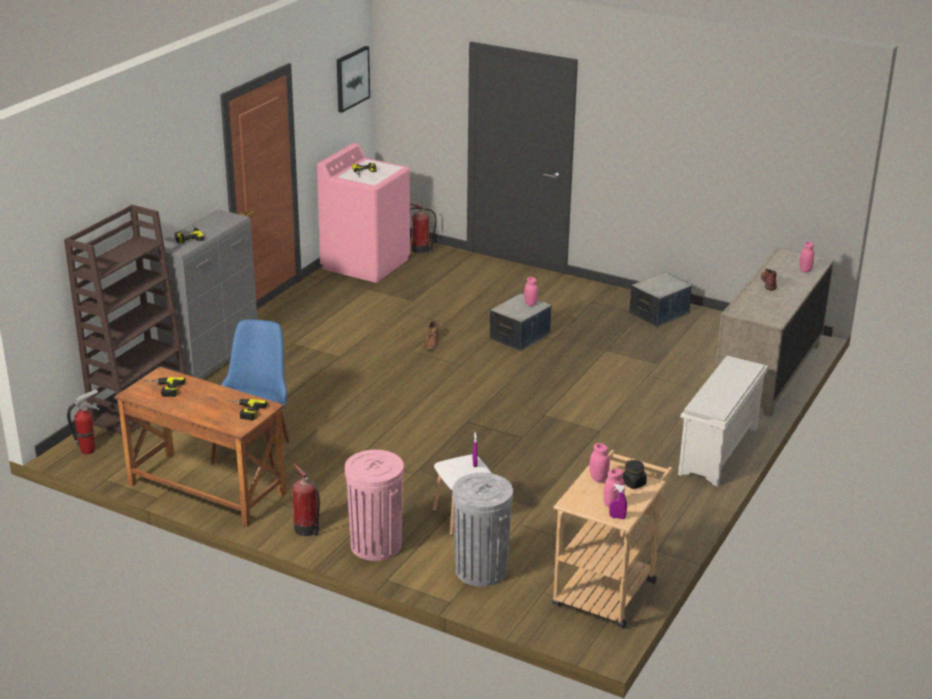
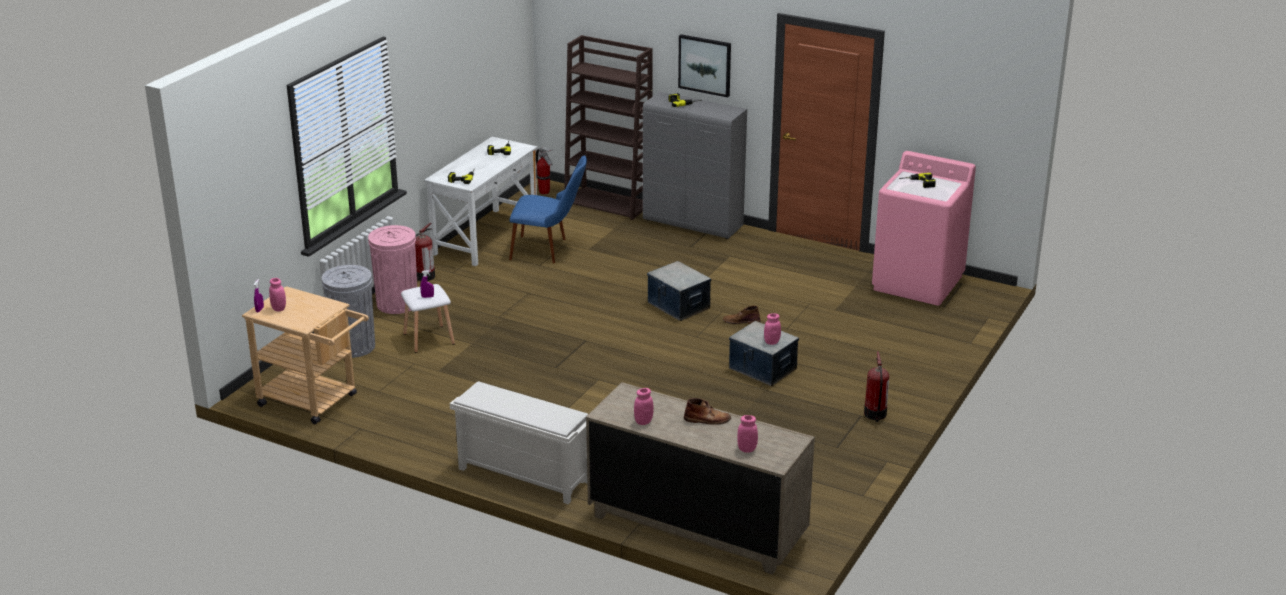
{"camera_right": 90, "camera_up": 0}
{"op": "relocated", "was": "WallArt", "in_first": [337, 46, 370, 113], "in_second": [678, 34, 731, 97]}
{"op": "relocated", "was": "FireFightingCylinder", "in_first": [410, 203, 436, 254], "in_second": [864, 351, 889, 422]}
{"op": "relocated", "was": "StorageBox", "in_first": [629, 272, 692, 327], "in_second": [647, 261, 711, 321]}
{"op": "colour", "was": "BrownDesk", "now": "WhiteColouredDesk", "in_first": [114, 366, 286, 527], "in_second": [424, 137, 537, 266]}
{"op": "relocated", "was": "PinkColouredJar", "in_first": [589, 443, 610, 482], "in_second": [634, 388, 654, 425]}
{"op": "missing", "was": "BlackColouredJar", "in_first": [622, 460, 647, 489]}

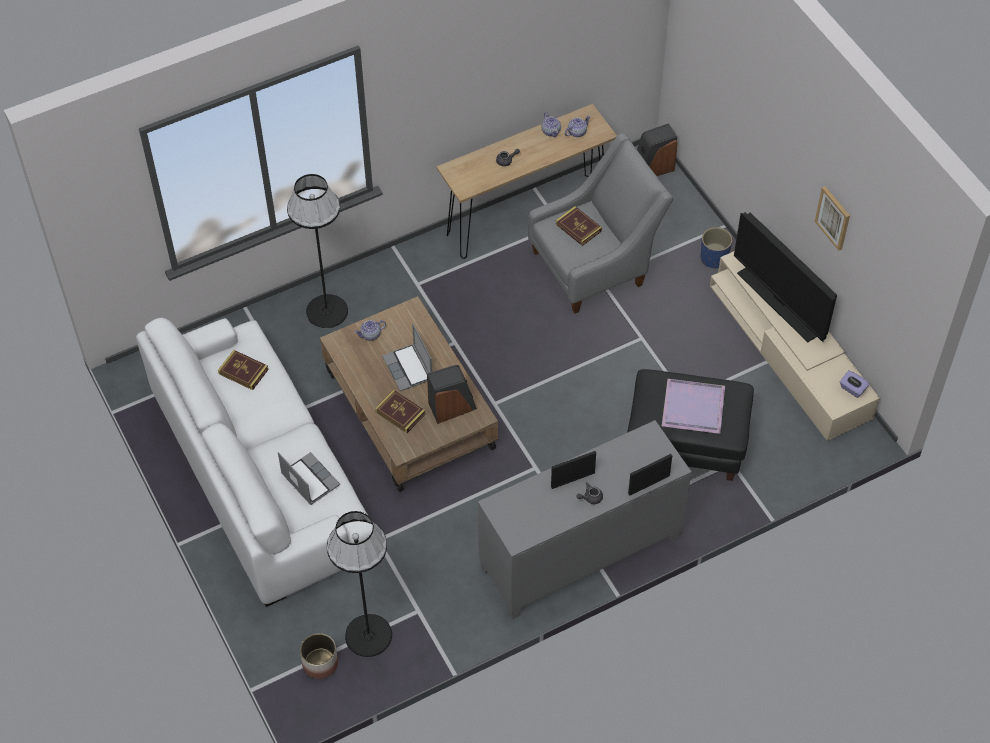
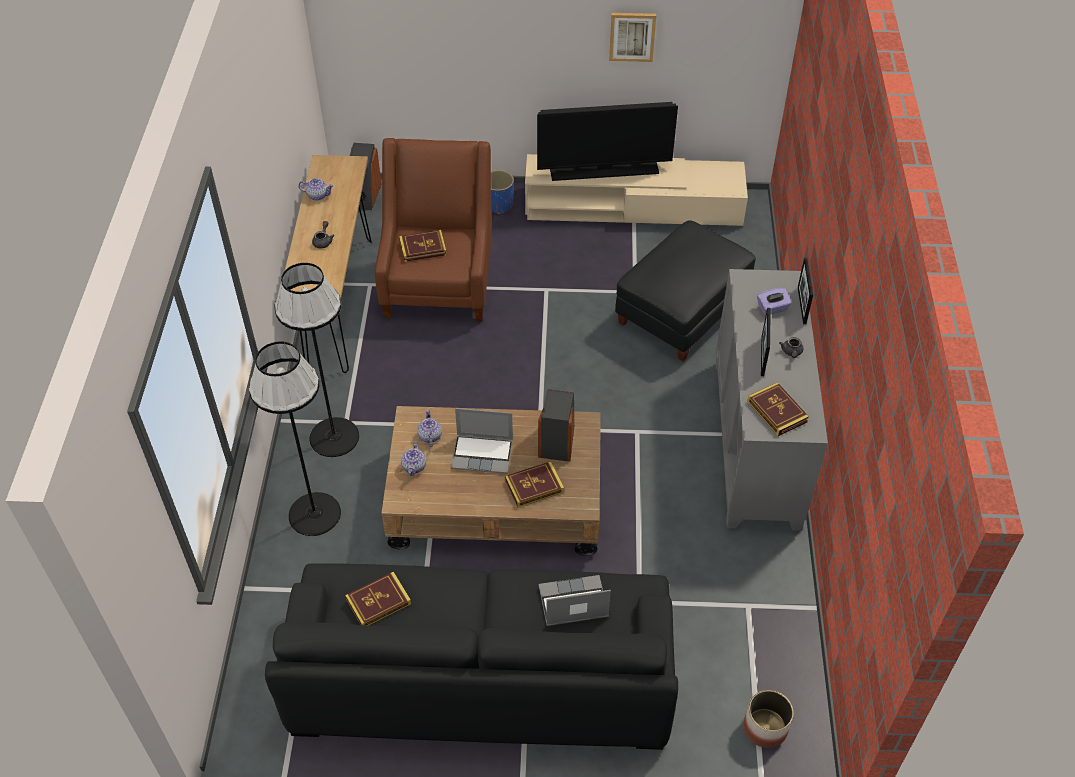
{"camera_right": -60, "camera_up": -5}
{"op": "relocated", "was": "TeaPot", "in_first": [565, 115, 591, 137], "in_second": [417, 410, 442, 447]}
{"op": "colour", "was": "GreyishEasyChair", "now": "BrownEasyChair", "in_first": [528, 133, 673, 314], "in_second": [374, 138, 492, 322]}
{"op": "colour", "was": "WhiteColouredCouch", "now": "BlackColouredCouch", "in_first": [136, 318, 373, 607], "in_second": [265, 563, 678, 750]}
{"op": "relocated", "was": "PurplishTissueHolder", "in_first": [840, 370, 869, 398], "in_second": [757, 288, 792, 316]}
{"op": "missing", "was": "PurplishTray", "in_first": [662, 379, 725, 434]}
{"op": "relocated", "was": "BlackColouredStandingLamp", "in_first": [327, 511, 392, 657], "in_second": [274, 263, 359, 457]}
{"op": "appeared", "now": "Volume", "in_second": [747, 382, 809, 436]}

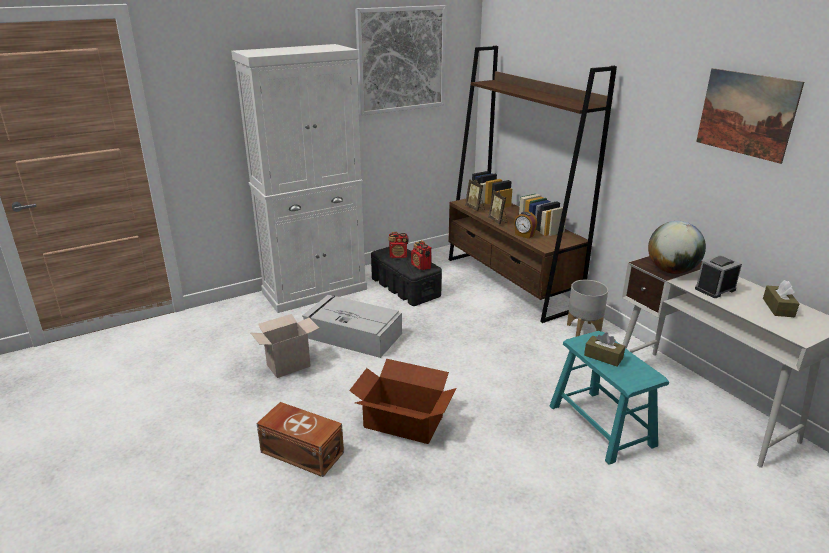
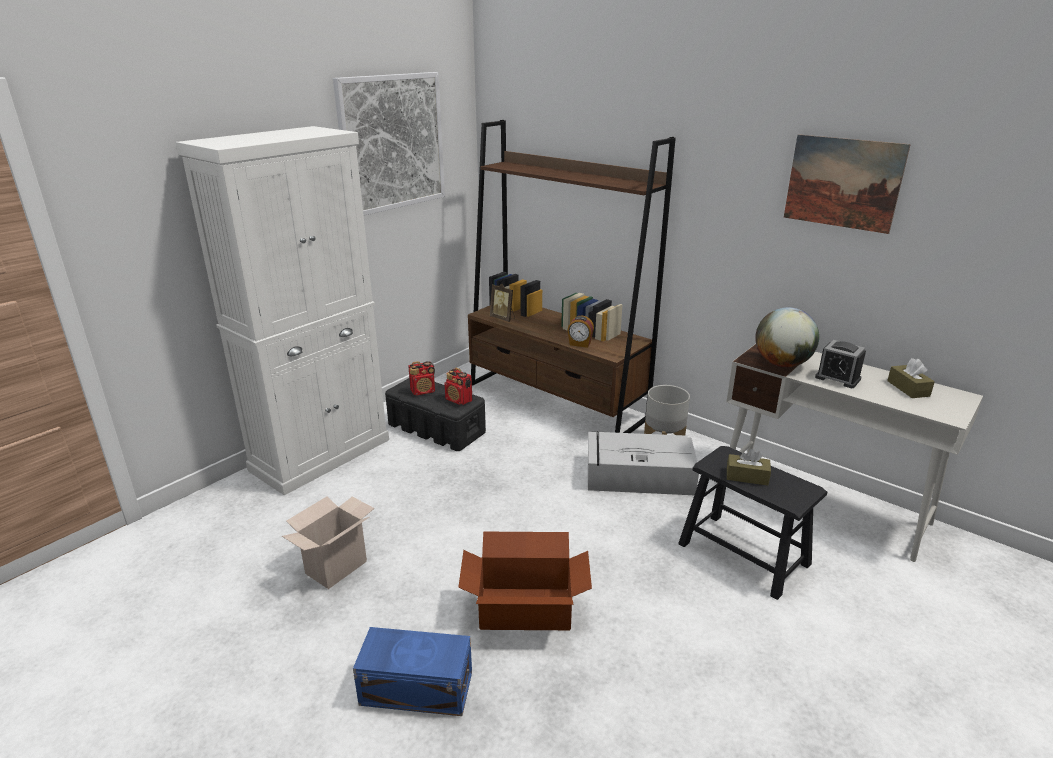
{"camera_right": -20, "camera_up": 0}
{"op": "missing", "was": "StandingFrame", "in_first": [488, 191, 508, 225]}
{"op": "spun", "was": "BedsideClock", "in_first": [695, 255, 742, 298], "in_second": [815, 340, 866, 388], "clockwise": -90}
{"op": "relocated", "was": "GreyishStorageBox", "in_first": [303, 295, 402, 358], "in_second": [588, 431, 699, 495]}
{"op": "colour", "was": "BlueGreenSittingStool", "now": "BlackColouredSittingStool", "in_first": [550, 331, 669, 465], "in_second": [678, 446, 827, 600]}
{"op": "colour", "was": "BrownStorageBox", "now": "BlueColouredStorageBox", "in_first": [257, 402, 344, 477], "in_second": [353, 627, 472, 716]}

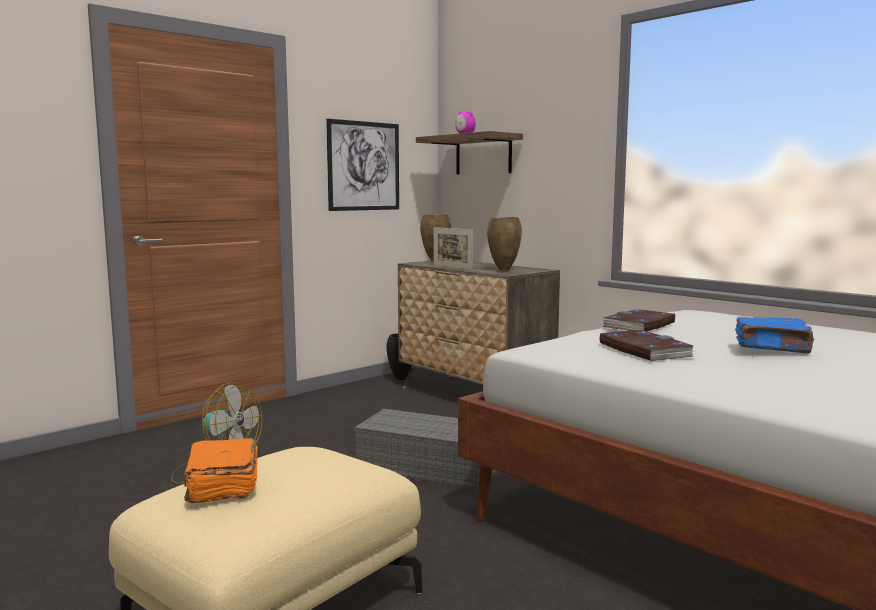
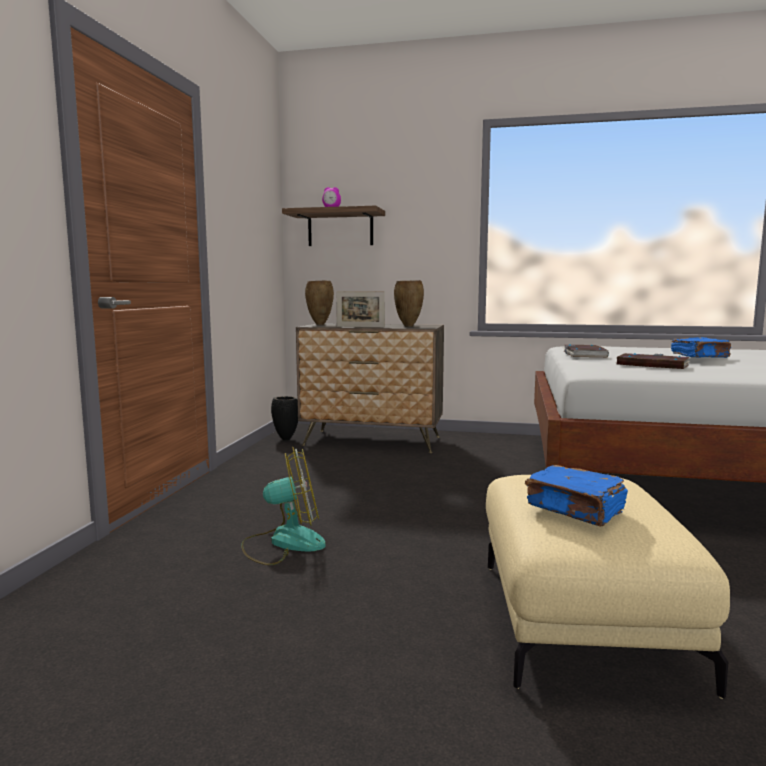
{"camera_right": -35, "camera_up": 0}
{"op": "missing", "was": "WallArt", "in_first": [326, 119, 399, 211]}
{"op": "missing", "was": "GreyishStorageBox", "in_first": [354, 409, 496, 490]}
{"op": "colour", "was": "OrangeVolume", "now": "BlueColouredVolume", "in_first": [184, 438, 258, 503], "in_second": [525, 465, 628, 526]}

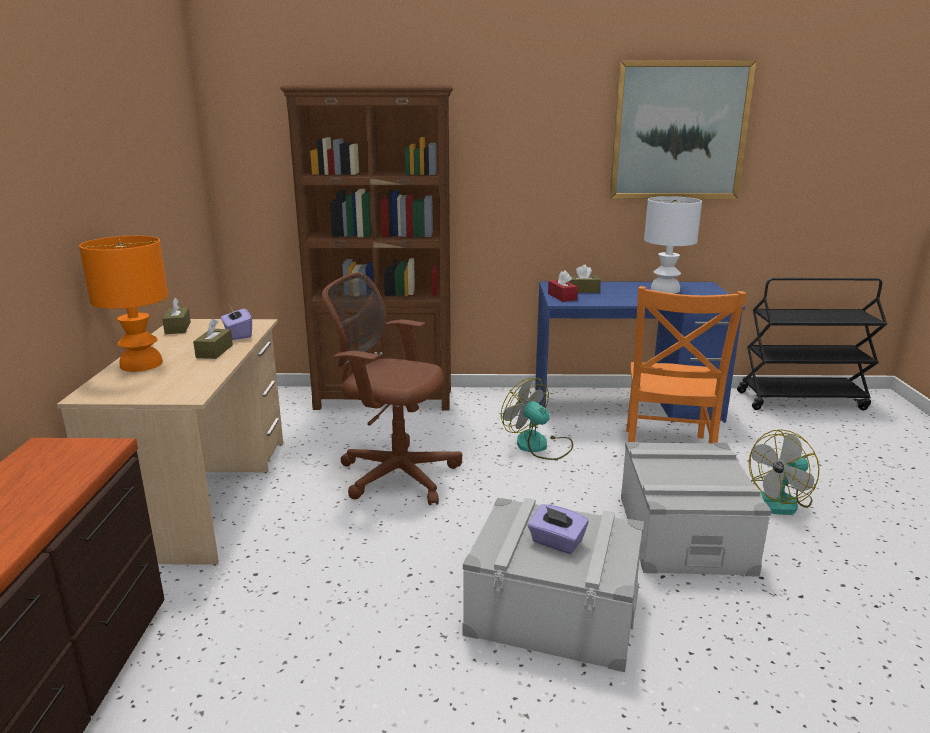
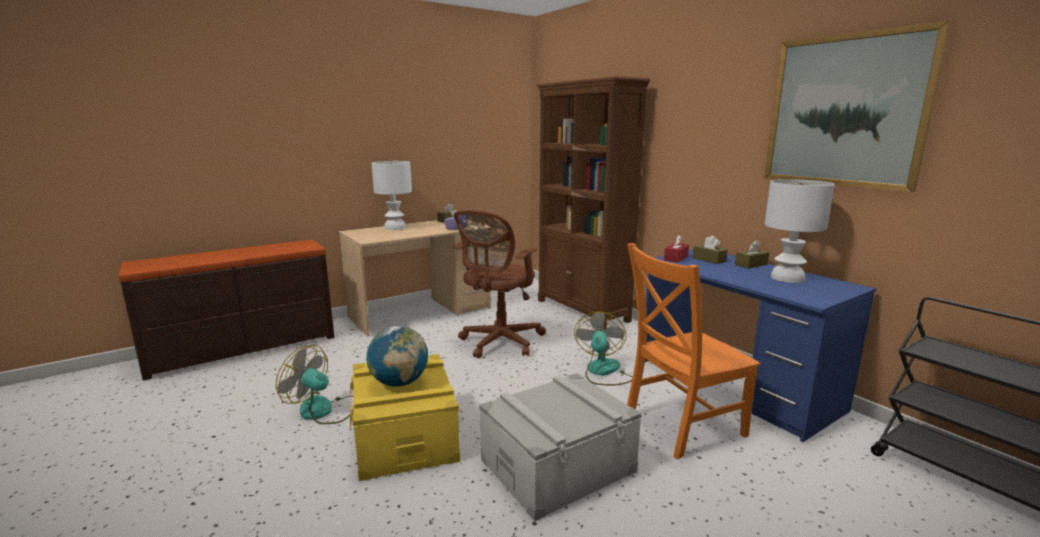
{"camera_right": 55, "camera_up": -5}
{"op": "colour", "was": "OrangeTabletopLamp", "now": "WhiteColouredTabletopLamp", "in_first": [79, 236, 168, 372], "in_second": [371, 161, 412, 230]}
{"op": "spun", "was": "BrownDeskChair", "in_first": [322, 272, 462, 505], "in_second": [453, 210, 546, 358], "clockwise": -135}
{"op": "relocated", "was": "BrownTissueHolder", "in_first": [193, 319, 233, 359], "in_second": [735, 240, 769, 269]}
{"op": "relocated", "was": "Fan", "in_first": [749, 429, 820, 515], "in_second": [276, 345, 353, 424]}
{"op": "colour", "was": "GreyishStorageBox", "now": "YellowColouredStorageBox", "in_first": [463, 498, 644, 672], "in_second": [349, 354, 460, 481]}
{"op": "exchanged", "was": "PurplishTissueHolder", "now": "Globe", "in_first": [528, 505, 589, 554], "in_second": [366, 326, 428, 387]}

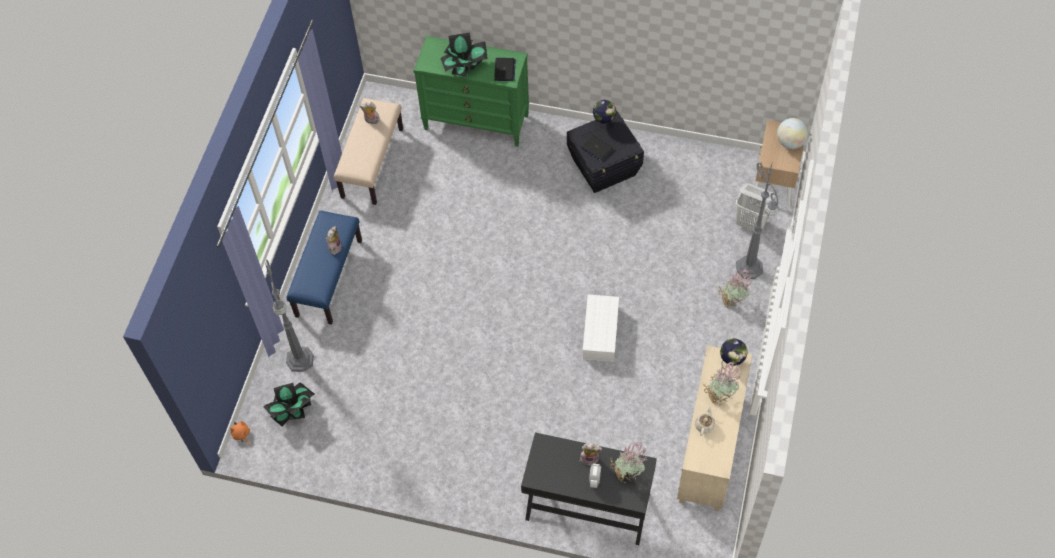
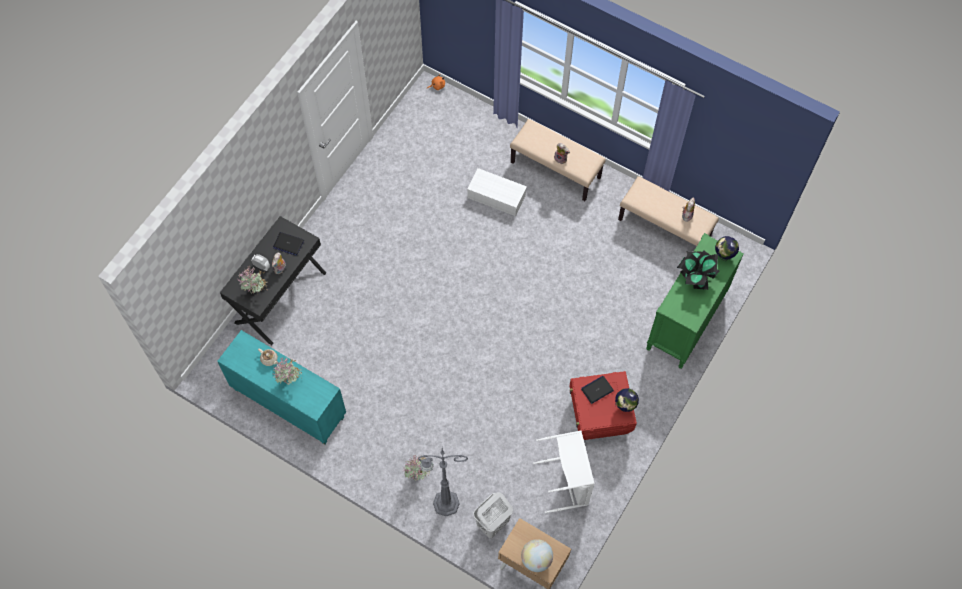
{"camera_right": 105, "camera_up": 5}
{"op": "relocated", "was": "NotebookComputer", "in_first": [494, 58, 516, 81], "in_second": [273, 232, 304, 256]}
{"op": "colour", "was": "BlackColouredStorageBox", "now": "RedColouredStorageBox", "in_first": [567, 112, 644, 193], "in_second": [569, 371, 637, 440]}
{"op": "colour", "was": "BlueColouredIndoorBench", "now": "BeigeColouredIndoorBench", "in_first": [287, 210, 362, 325], "in_second": [510, 119, 606, 201]}
{"op": "missing", "was": "GreyishStandingLamp", "in_first": [265, 260, 314, 372]}
{"op": "relocated", "was": "WhiteColouredStorageBox", "in_first": [583, 295, 619, 362], "in_second": [467, 168, 527, 216]}
{"op": "relocated", "was": "Globe", "in_first": [720, 338, 748, 366], "in_second": [715, 236, 739, 261]}
{"op": "colour", "was": "BeigeColouredStorageCabinet", "now": "BlueGreenStorageCabinet", "in_first": [677, 345, 752, 511], "in_second": [217, 330, 346, 444]}
{"op": "missing", "was": "PottedPlant", "in_first": [263, 382, 315, 427]}
{"op": "appeared", "now": "WhiteColouredHamper", "in_second": [533, 431, 595, 513]}

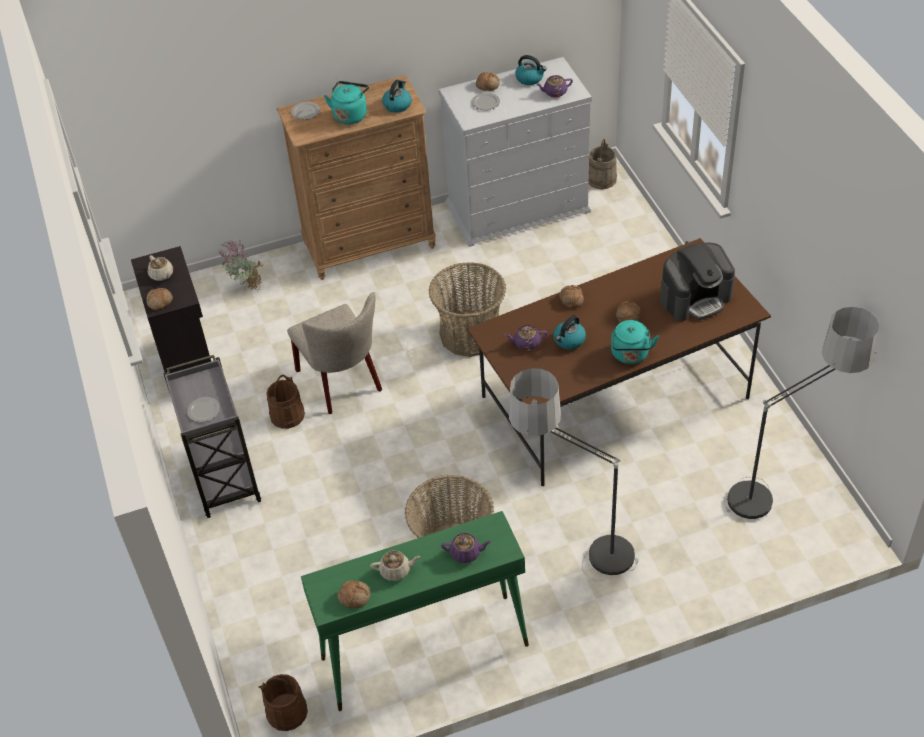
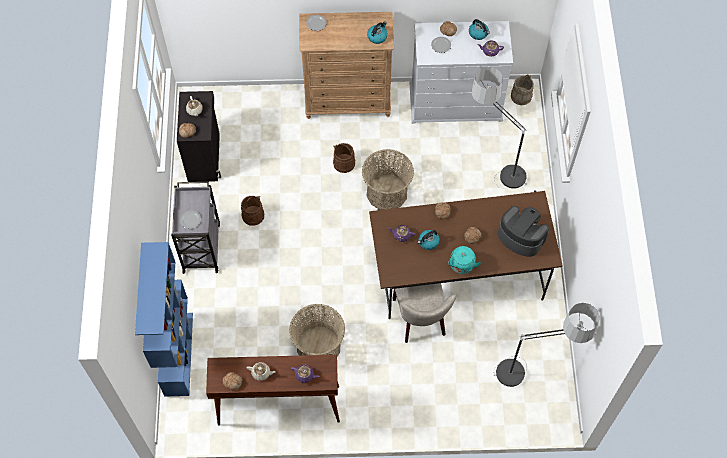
{"camera_right": 15, "camera_up": 15}
{"op": "missing", "was": "BlueGreenWaterKettle", "in_first": [324, 81, 369, 125]}
{"op": "missing", "was": "PottedPlant", "in_first": [219, 240, 262, 290]}
{"op": "spun", "was": "CoffeeMaker", "in_first": [660, 243, 735, 321], "in_second": [498, 206, 549, 257], "clockwise": -135}
{"op": "relocated", "was": "BeigeColouredChair", "in_first": [287, 292, 382, 414], "in_second": [392, 283, 457, 343]}
{"op": "relocated", "was": "StandingLamp", "in_first": [509, 368, 639, 581], "in_second": [472, 67, 527, 189]}
{"op": "colour", "was": "GreenColouredConsoleTable", "now": "BrownConsoleTable", "in_first": [301, 511, 529, 711], "in_second": [206, 355, 340, 426]}
{"op": "relocated", "was": "BrownPail", "in_first": [259, 674, 308, 731], "in_second": [333, 143, 355, 173]}
{"op": "appeared", "now": "BlueColouredShelvingUnit", "in_second": [135, 242, 193, 397]}

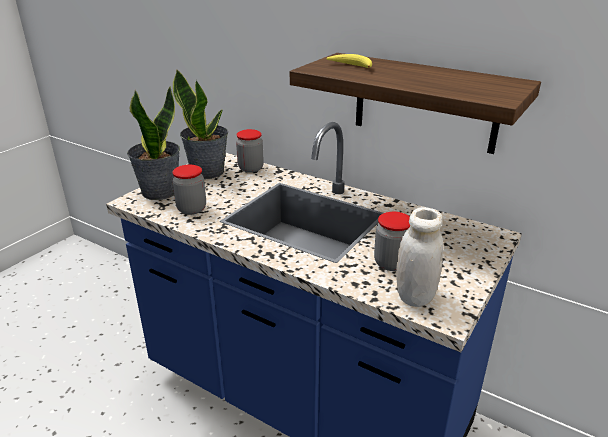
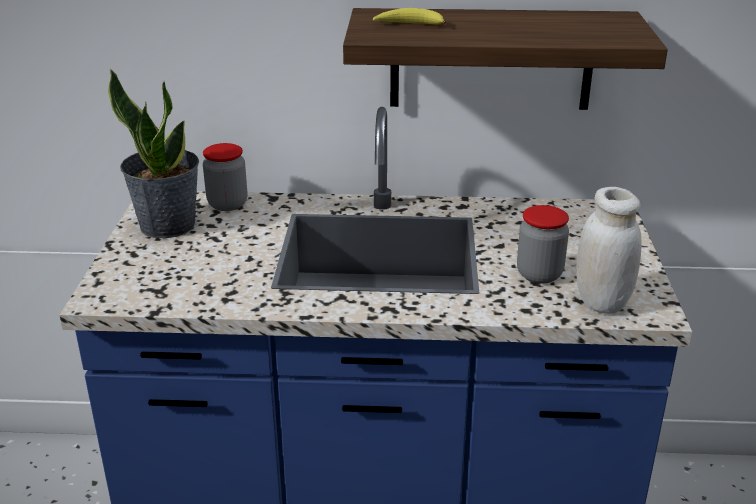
{"camera_right": -30, "camera_up": 0}
{"op": "missing", "was": "PottedPlant", "in_first": [127, 86, 180, 200]}
{"op": "missing", "was": "Jar", "in_first": [172, 165, 206, 215]}

